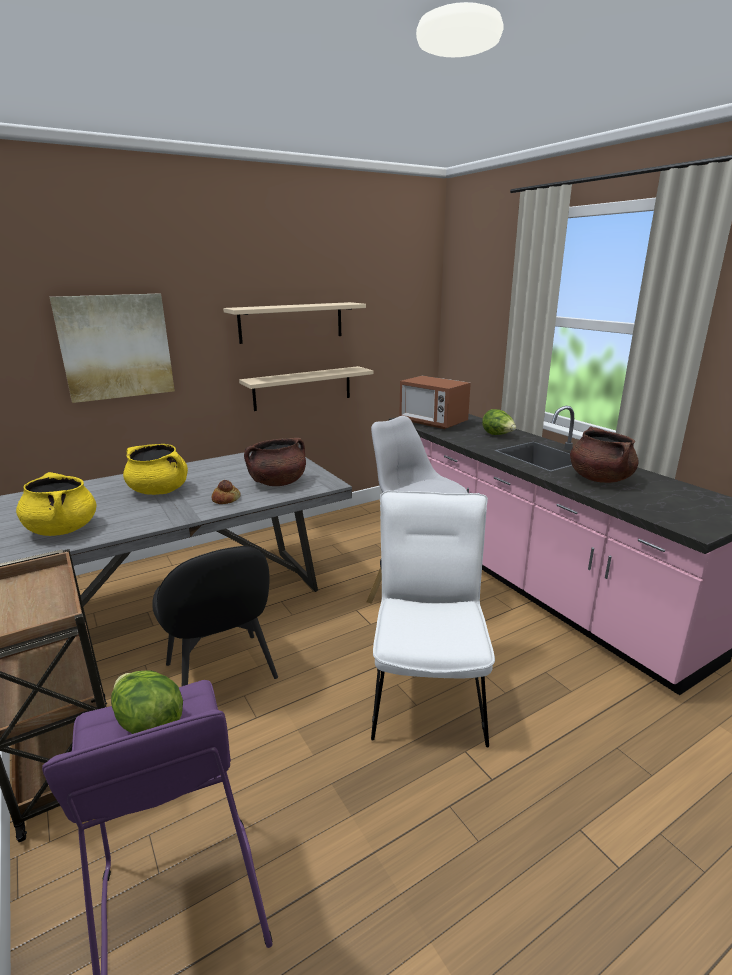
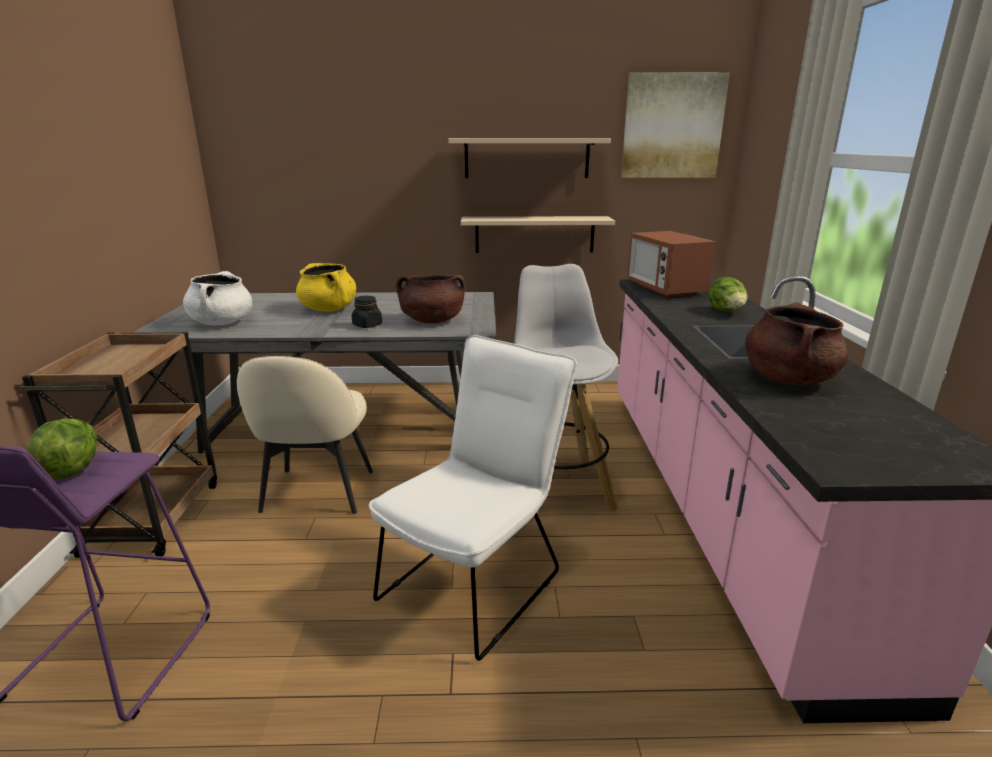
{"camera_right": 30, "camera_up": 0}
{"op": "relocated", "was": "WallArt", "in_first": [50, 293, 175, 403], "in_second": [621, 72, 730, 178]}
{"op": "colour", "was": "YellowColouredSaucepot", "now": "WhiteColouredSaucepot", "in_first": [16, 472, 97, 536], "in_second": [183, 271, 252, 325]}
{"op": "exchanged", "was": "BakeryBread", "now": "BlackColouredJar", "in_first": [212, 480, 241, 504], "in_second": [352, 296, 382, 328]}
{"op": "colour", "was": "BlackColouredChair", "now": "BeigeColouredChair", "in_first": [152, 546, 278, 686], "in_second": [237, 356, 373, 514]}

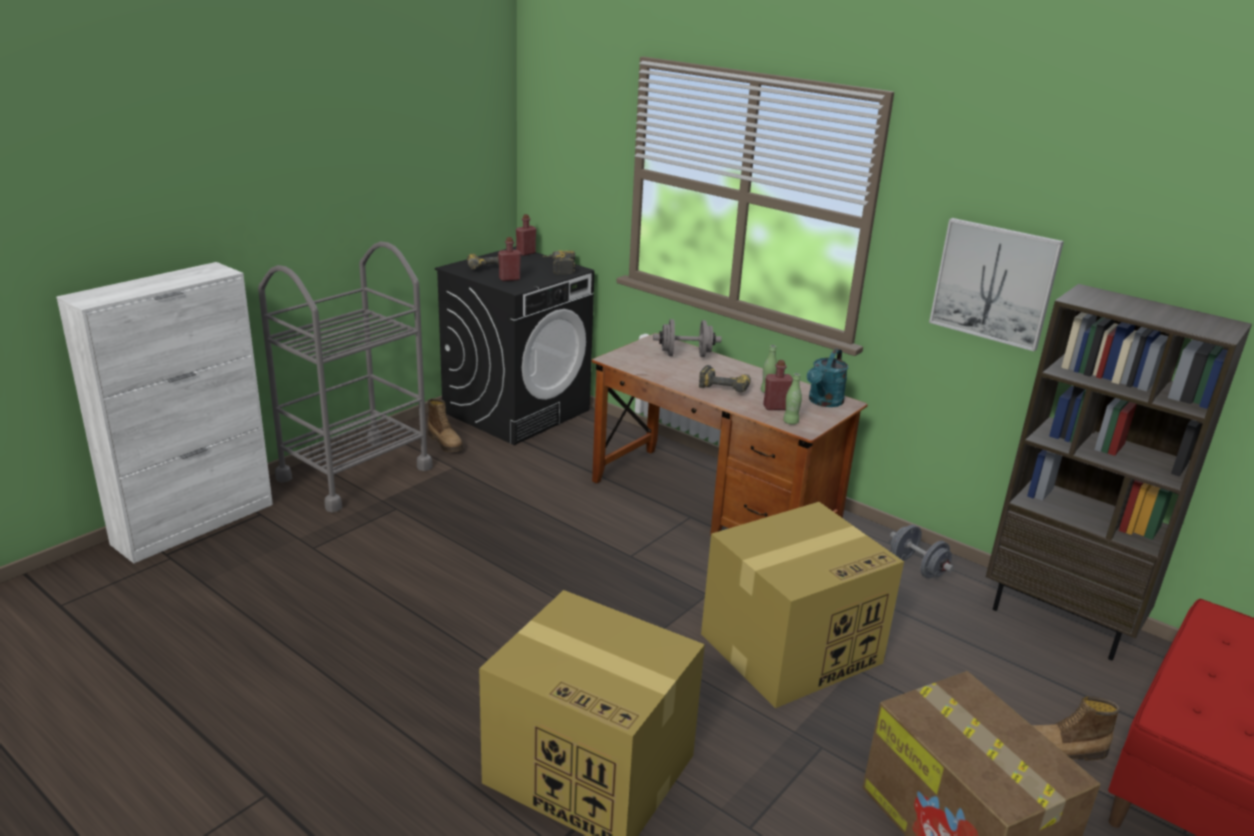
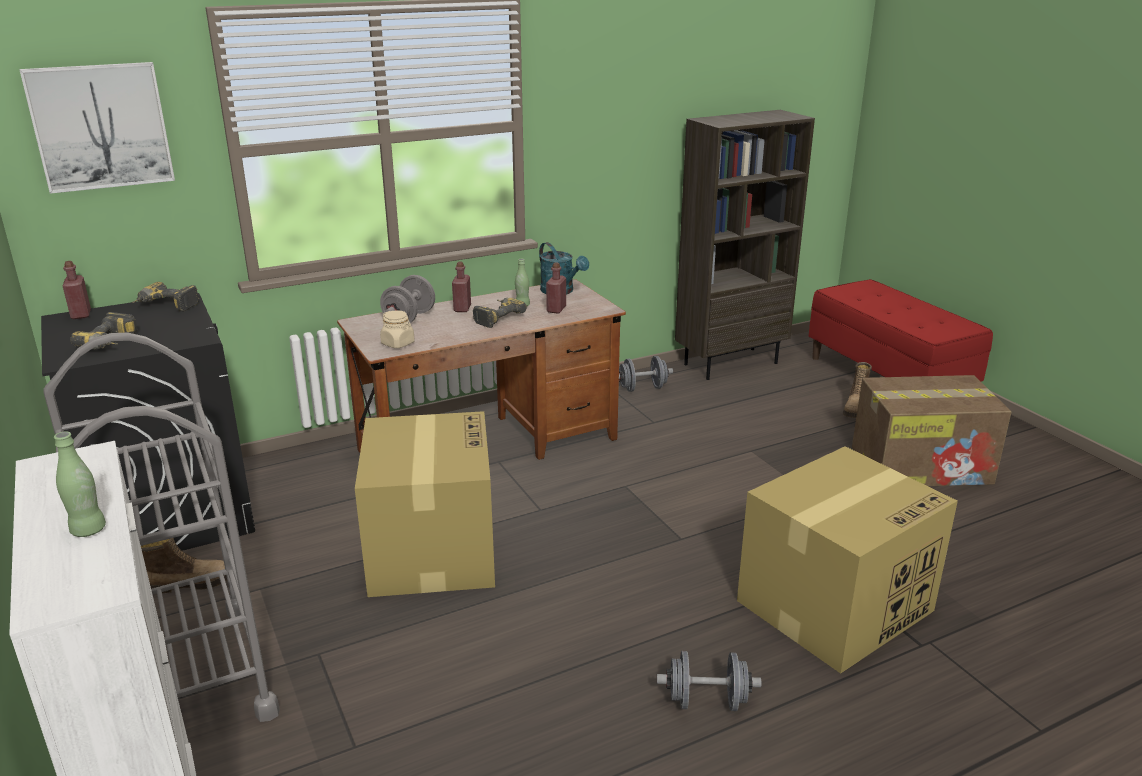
{"camera_right": -65, "camera_up": 0}
{"op": "relocated", "was": "WallArt", "in_first": [929, 218, 1064, 351], "in_second": [20, 62, 175, 194]}
{"op": "relocated", "was": "RedColouredBottle", "in_first": [498, 237, 521, 281], "in_second": [452, 262, 471, 312]}
{"op": "relocated", "was": "GreenColouredBottle", "in_first": [783, 373, 802, 425], "in_second": [54, 432, 106, 537]}
{"op": "relocated", "was": "PackingBox", "in_first": [701, 502, 904, 708], "in_second": [355, 411, 495, 597]}
{"op": "appeared", "now": "BeigeColouredJar", "in_second": [380, 311, 415, 348]}
{"op": "appeared", "now": "GreyishFreeWeight", "in_second": [657, 651, 762, 711]}

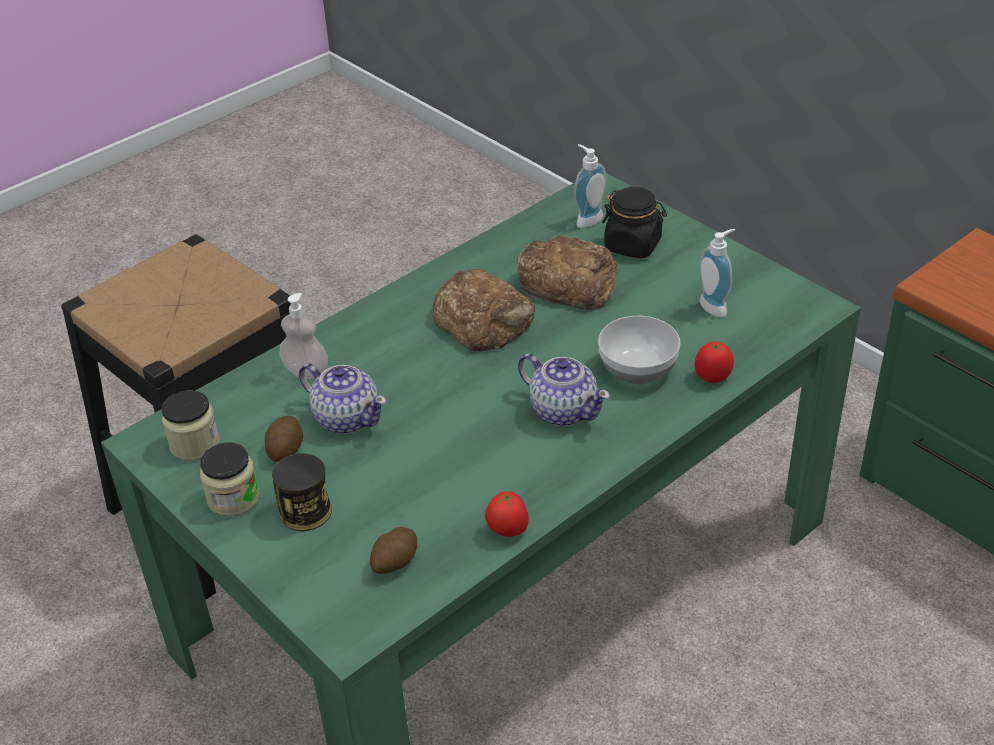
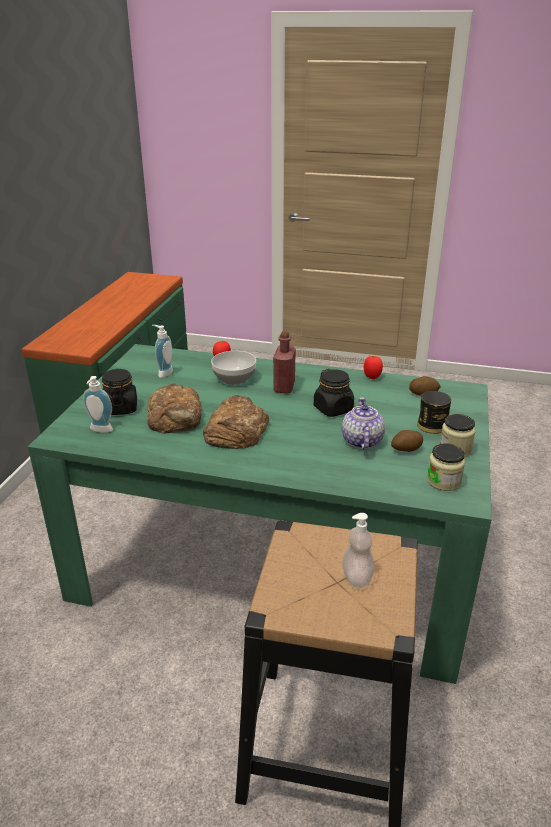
{"camera_right": -125, "camera_up": -10}
{"op": "relocated", "was": "SoapBottle", "in_first": [279, 293, 328, 379], "in_second": [342, 513, 375, 587]}
{"op": "exchanged", "was": "TeaPot", "now": "RedColouredBottle", "in_first": [518, 353, 610, 426], "in_second": [273, 331, 296, 393]}
{"op": "appeared", "now": "BlackColouredJar", "in_second": [314, 369, 354, 417]}

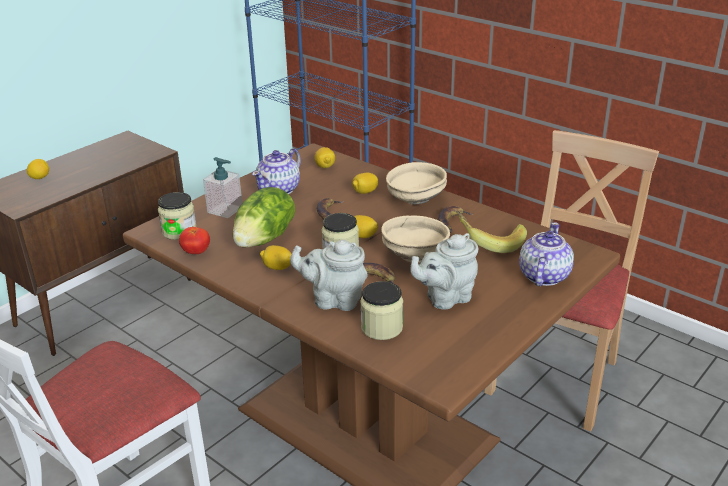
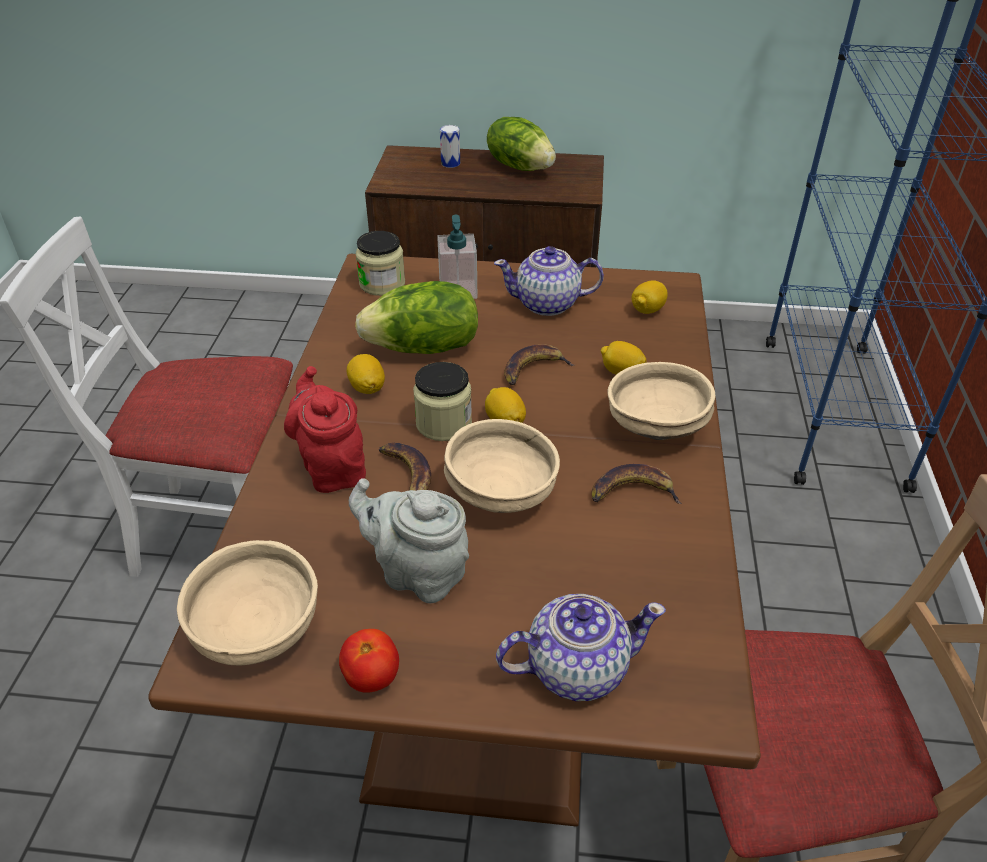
{"camera_right": 55, "camera_up": 10}
{"op": "exchanged", "was": "CitrusFruit", "now": "Can", "in_first": [27, 159, 49, 179], "in_second": [440, 125, 460, 168]}
{"op": "missing", "was": "WholeBanana", "in_first": [456, 211, 527, 253]}
{"op": "relocated", "was": "Tomato", "in_first": [179, 227, 210, 254], "in_second": [339, 629, 399, 693]}
{"op": "colour", "was": "GreyishTeaPot", "now": "RedColouredTeaPot", "in_first": [290, 240, 368, 311], "in_second": [284, 366, 366, 493]}
{"op": "missing", "was": "Jar", "in_first": [360, 281, 403, 340]}
{"op": "appeared", "now": "LettuceHead", "in_second": [487, 117, 556, 171]}
{"op": "appeared", "now": "BeigeColouredServingBowl", "in_second": [177, 540, 318, 665]}

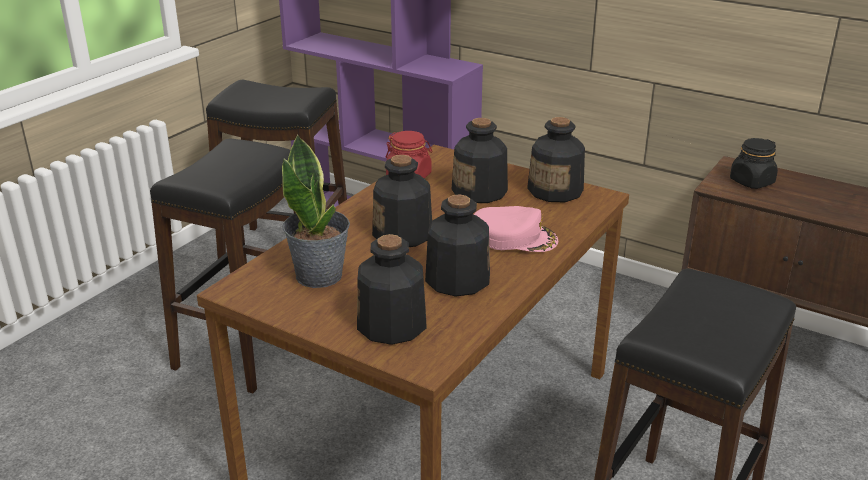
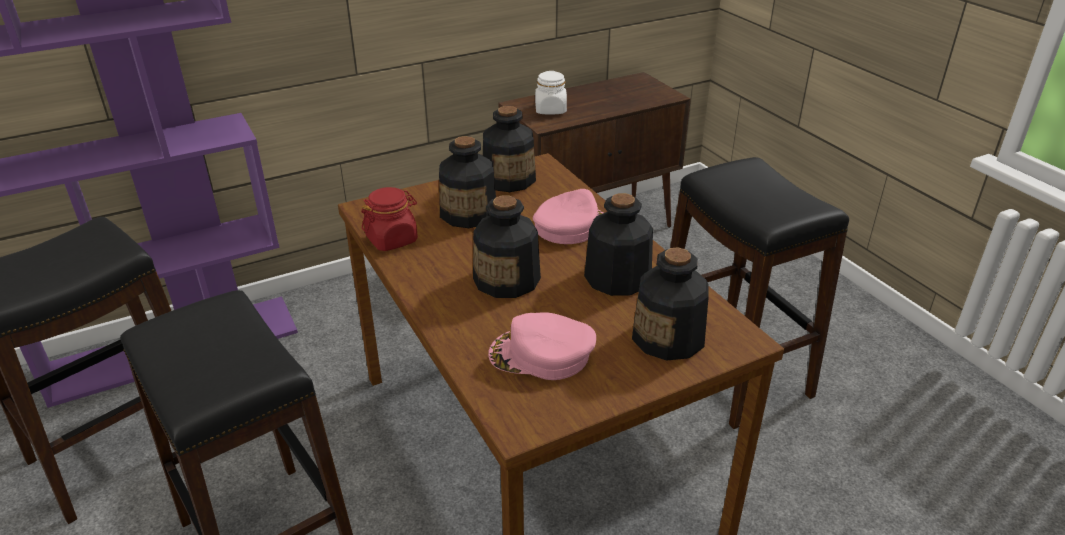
{"camera_right": -60, "camera_up": 5}
{"op": "exchanged", "was": "PottedPlant", "now": "PinkColouredBaseballCap", "in_first": [282, 134, 350, 288], "in_second": [488, 312, 596, 380]}
{"op": "colour", "was": "BlackColouredJar", "now": "WhiteColouredJar", "in_first": [730, 138, 778, 189], "in_second": [535, 71, 567, 115]}

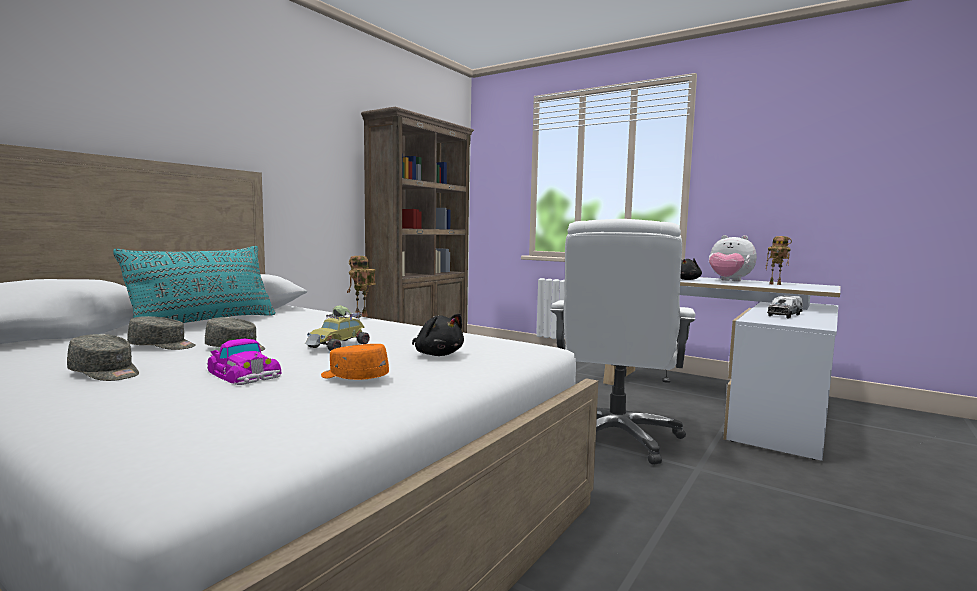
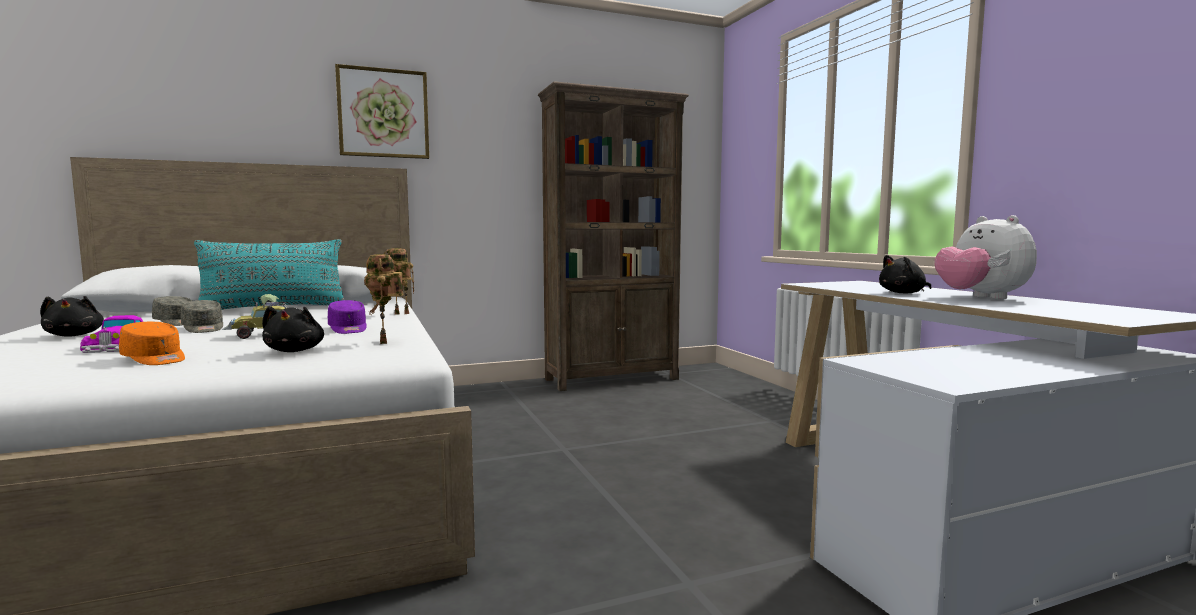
{"camera_right": 35, "camera_up": 0}
{"op": "missing", "was": "WhiteColouredDeskChair", "in_first": [550, 219, 696, 465]}
{"op": "relocated", "was": "RobotFigure", "in_first": [766, 236, 792, 285], "in_second": [364, 254, 403, 344]}
{"op": "missing", "was": "ToyTruck", "in_first": [767, 296, 803, 318]}
{"op": "exchanged", "was": "GreyishBaseballCap", "now": "BlackColouredCuddlyToy", "in_first": [67, 334, 139, 381], "in_second": [40, 296, 104, 336]}
{"op": "spun", "was": "OrangeBaseballCap", "in_first": [321, 344, 389, 380], "in_second": [119, 322, 185, 365], "clockwise": 150}
{"op": "appeared", "now": "WallArt", "in_second": [335, 64, 429, 159]}
{"op": "appeared", "now": "PurplishBaseballCap", "in_second": [328, 300, 367, 334]}

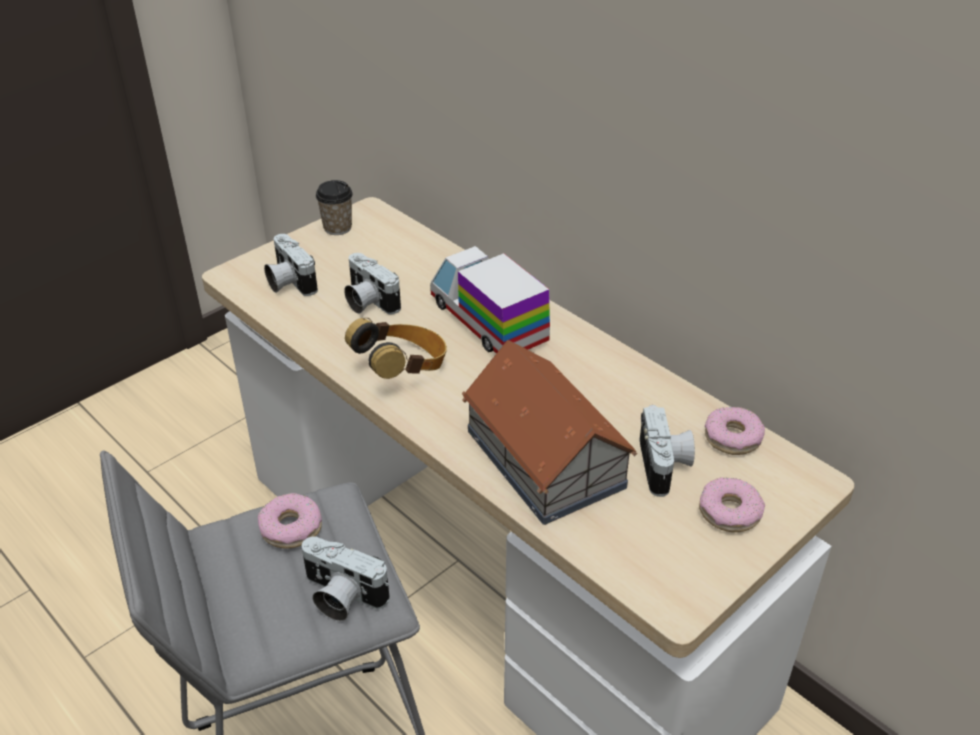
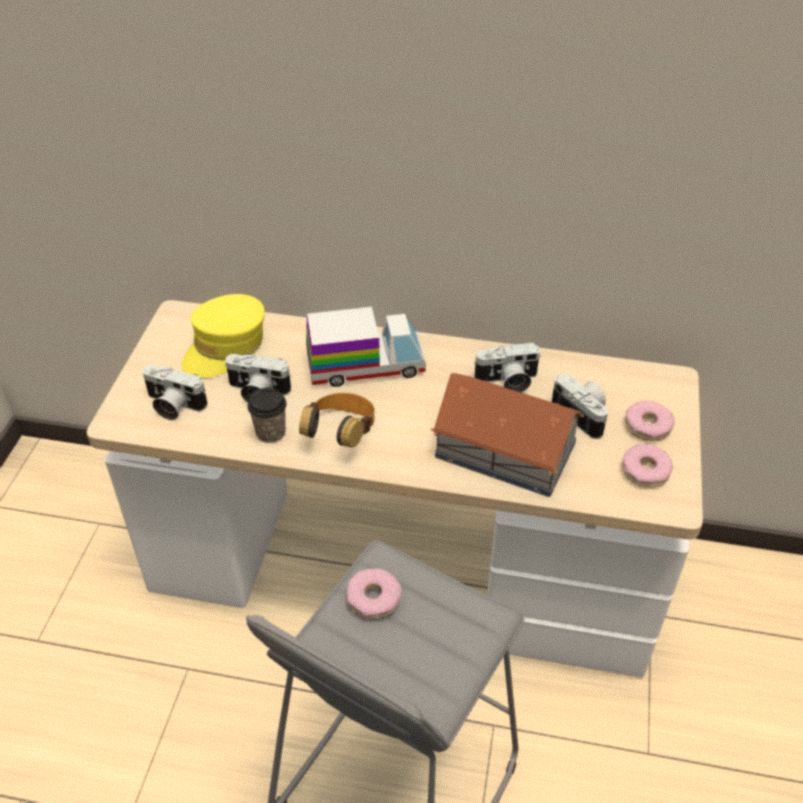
{"camera_right": -35, "camera_up": 5}
{"op": "relocated", "was": "DrinkingCup", "in_first": [316, 180, 353, 235], "in_second": [247, 388, 287, 443]}
{"op": "spun", "was": "ToyTruck", "in_first": [430, 246, 550, 353], "in_second": [306, 307, 426, 387], "clockwise": 150}
{"op": "relocated", "was": "Doughnut", "in_first": [705, 407, 765, 455], "in_second": [621, 444, 673, 488]}
{"op": "relocated", "was": "StillCamera", "in_first": [302, 537, 390, 621], "in_second": [473, 342, 541, 392]}
{"op": "appeared", "now": "YellowColouredBaseballCap", "in_second": [182, 294, 265, 378]}

